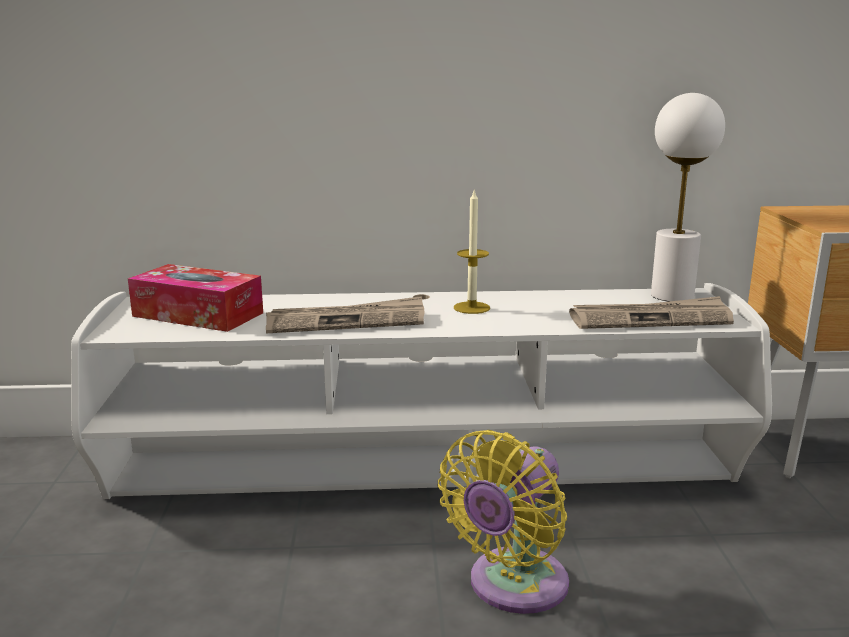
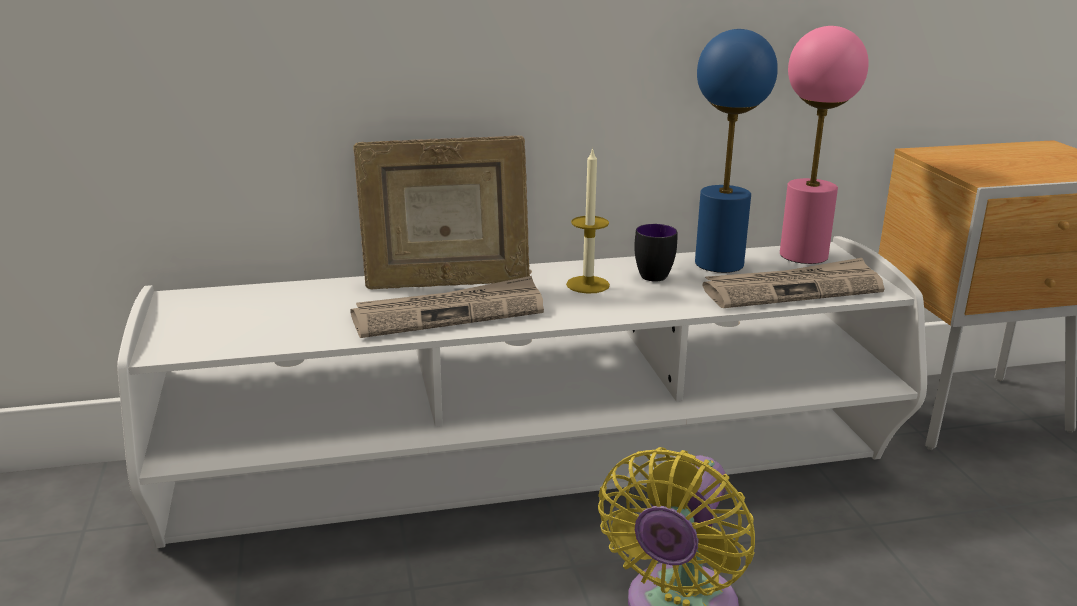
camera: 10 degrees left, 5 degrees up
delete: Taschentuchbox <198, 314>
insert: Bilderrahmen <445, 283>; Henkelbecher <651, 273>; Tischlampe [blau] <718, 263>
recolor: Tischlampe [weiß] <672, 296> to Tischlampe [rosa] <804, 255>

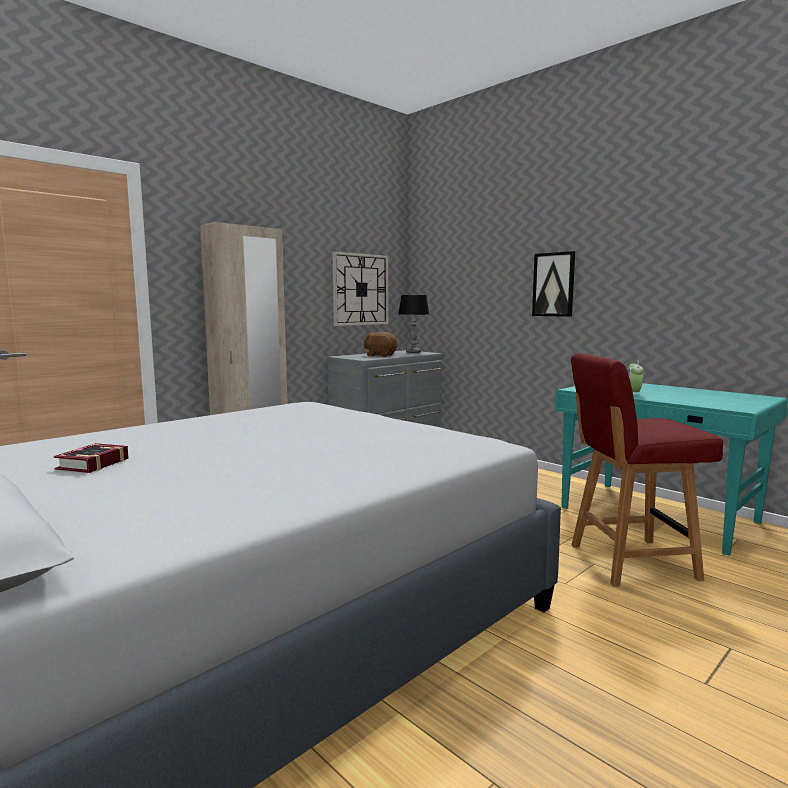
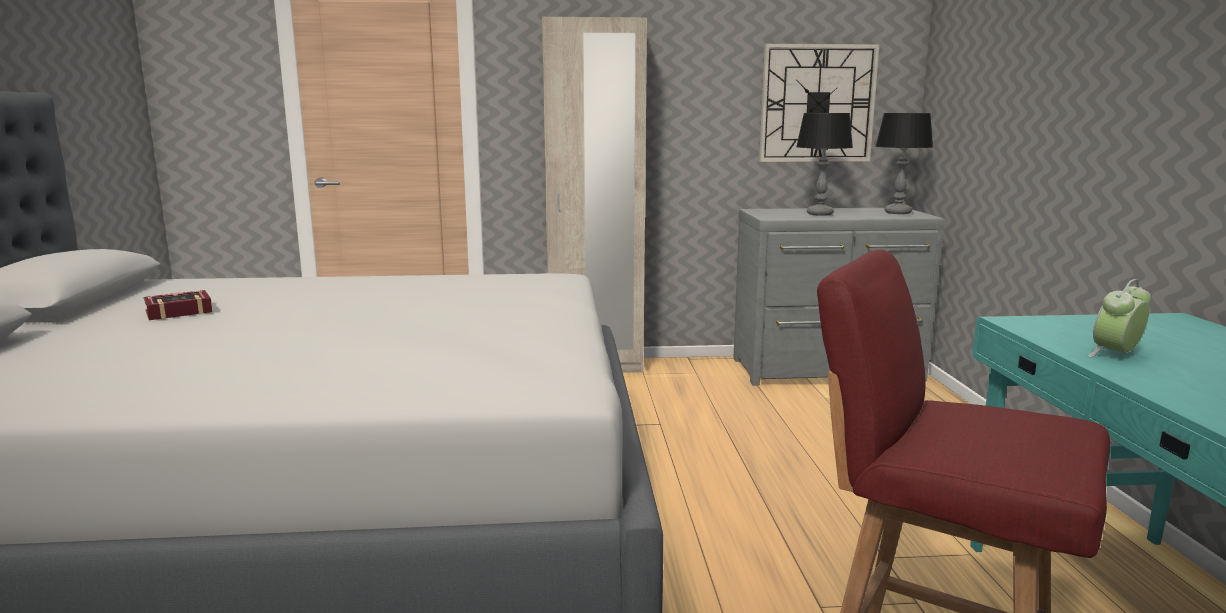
camera: 40 degrees right, 5 degrees up
delete: Bild <553, 284>
replace: Plüschtier [braun] <380, 355> to Tischlampe <819, 214>

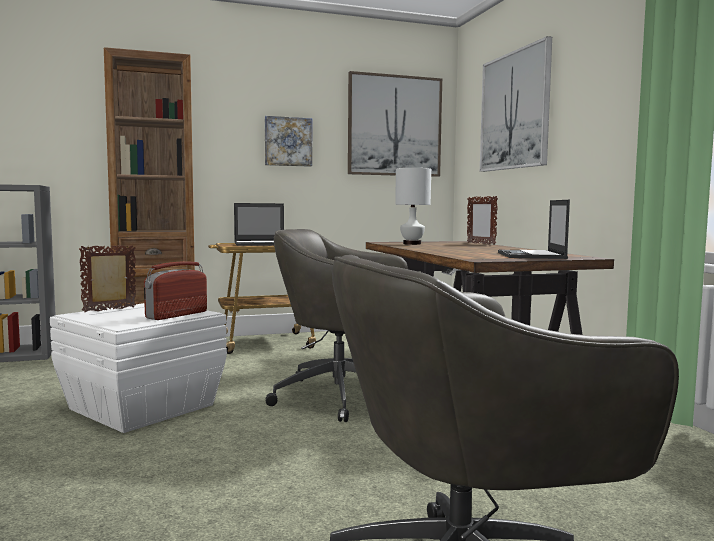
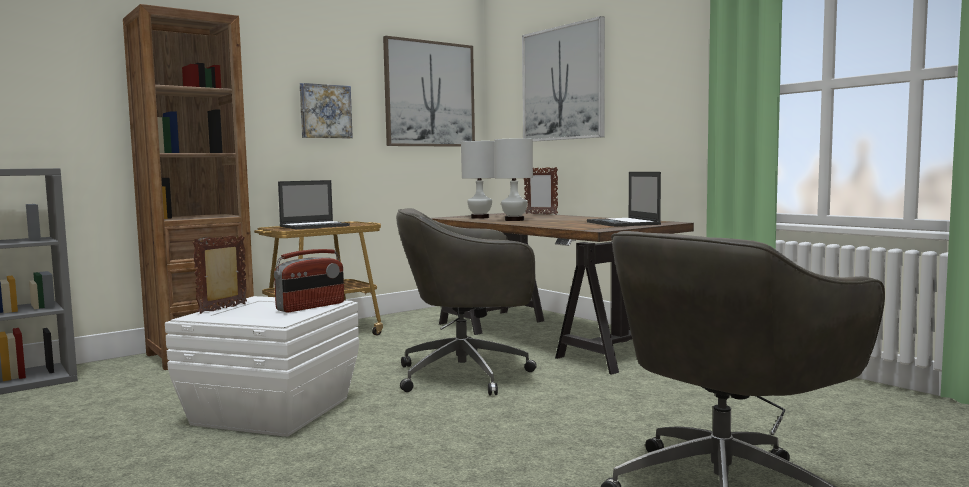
camera: 20 degrees left, 0 degrees up
insert: Tischlampe [weiß] <515, 220>
rotate: Radio <176, 315> = <311, 307> 150 degrees counterclockwise

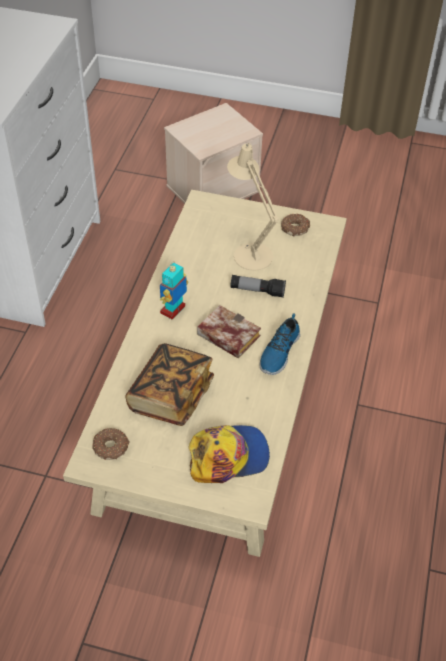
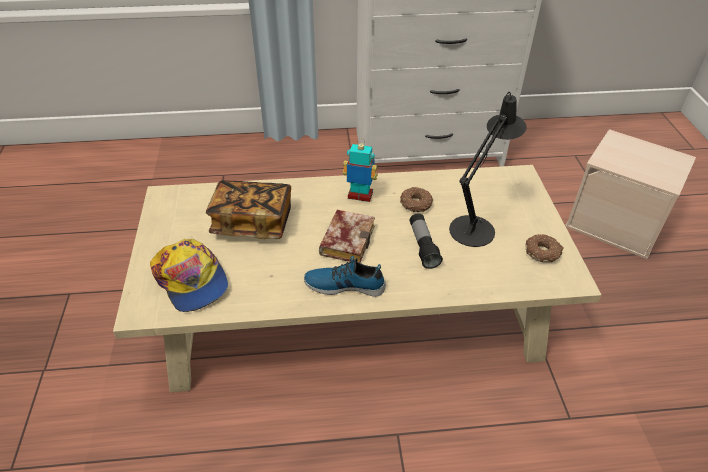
camera: 70 degrees right, 5 degrees down
move: Donut <111, 447> to <416, 204>
recolor: Tischlampe [beige] <250, 252> to Tischlampe [schwarz] <475, 227>

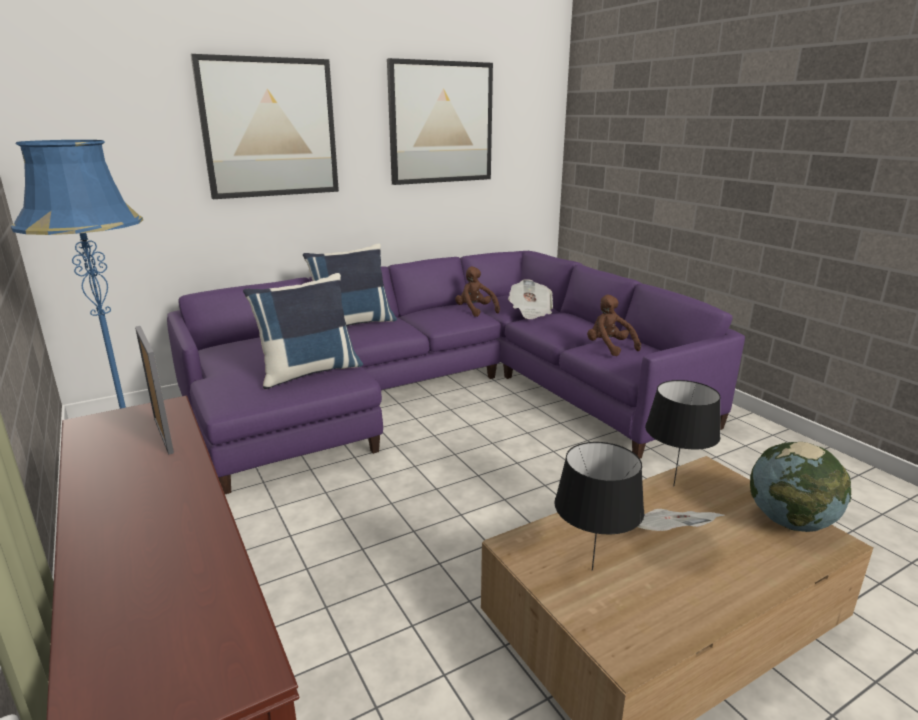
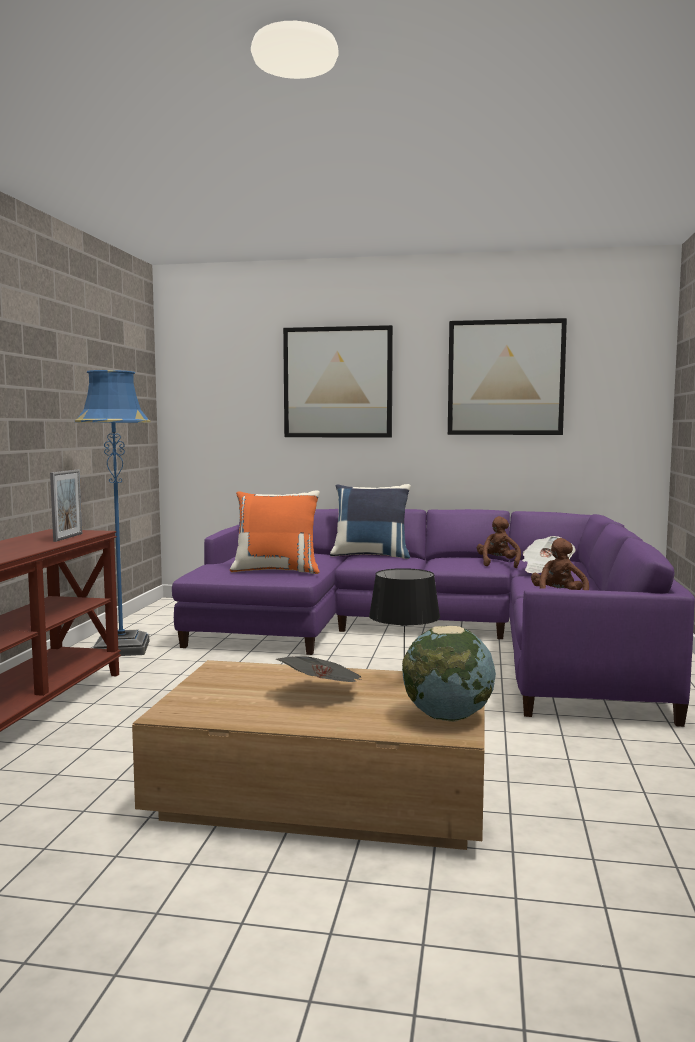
camera: 40 degrees right, 15 degrees down
delete: Tischlampe [schwarz] <592, 570>
recolor: Kissen [blau] <309, 372> to Kissen [orange] <276, 570>

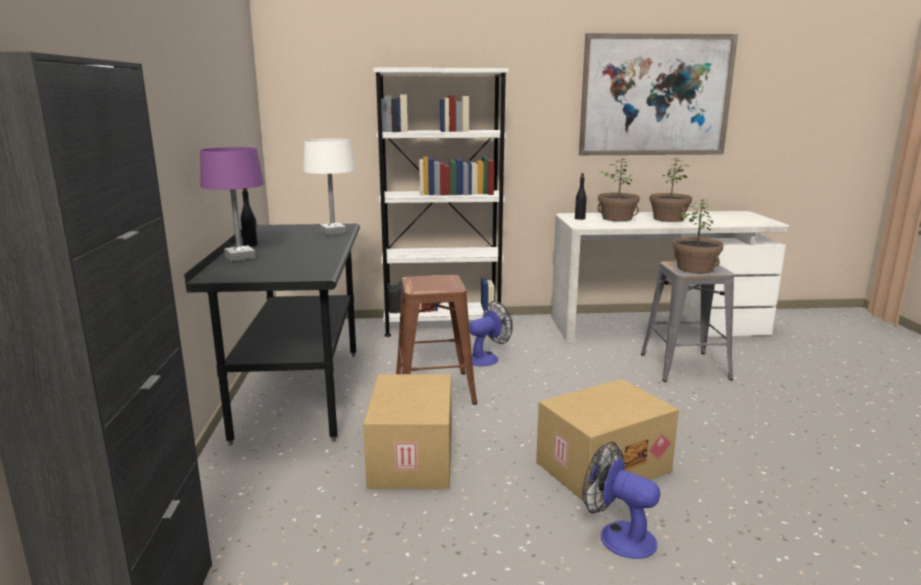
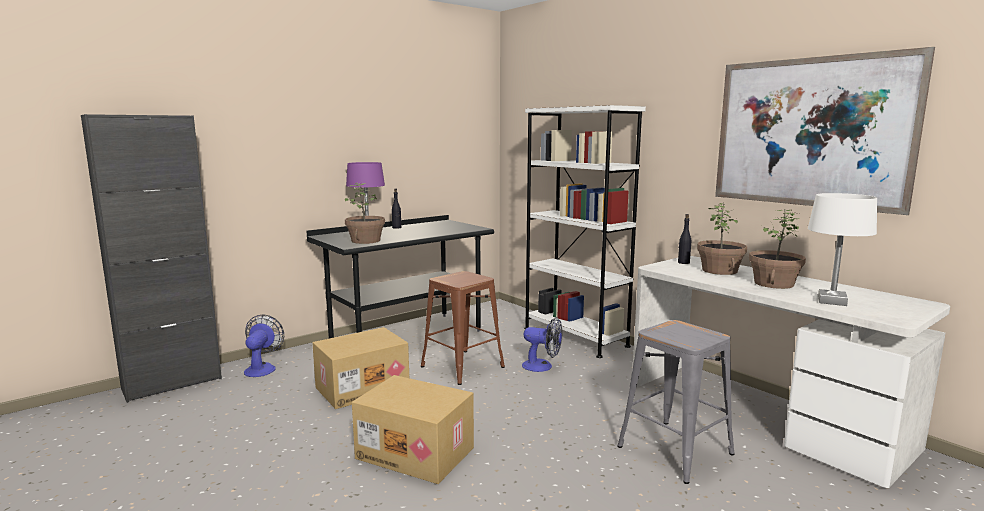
camera: 55 degrees right, 5 degrees down
move: Tischlampe [weiß] <332, 232> to <831, 301>; Ventilator <618, 536> to <262, 368>; Topfpflanze <695, 268> to <366, 241>

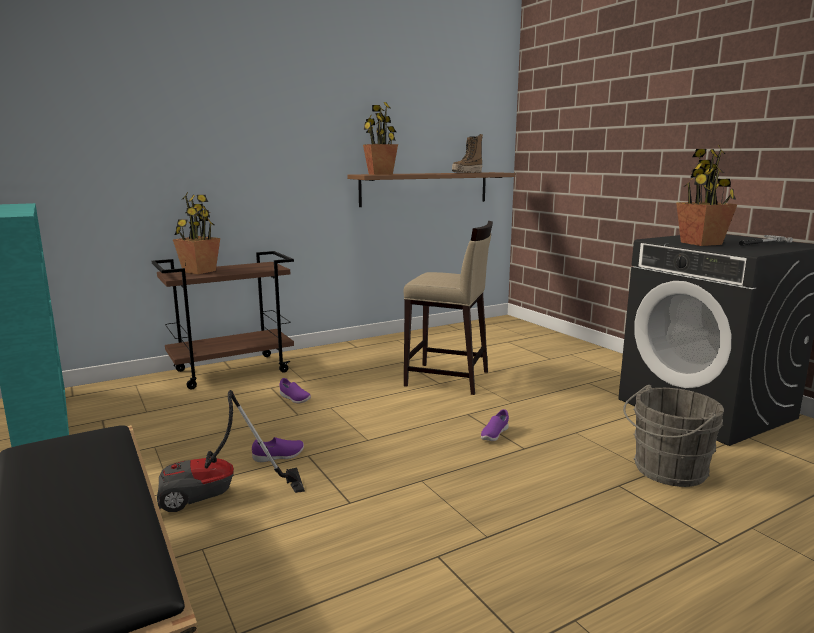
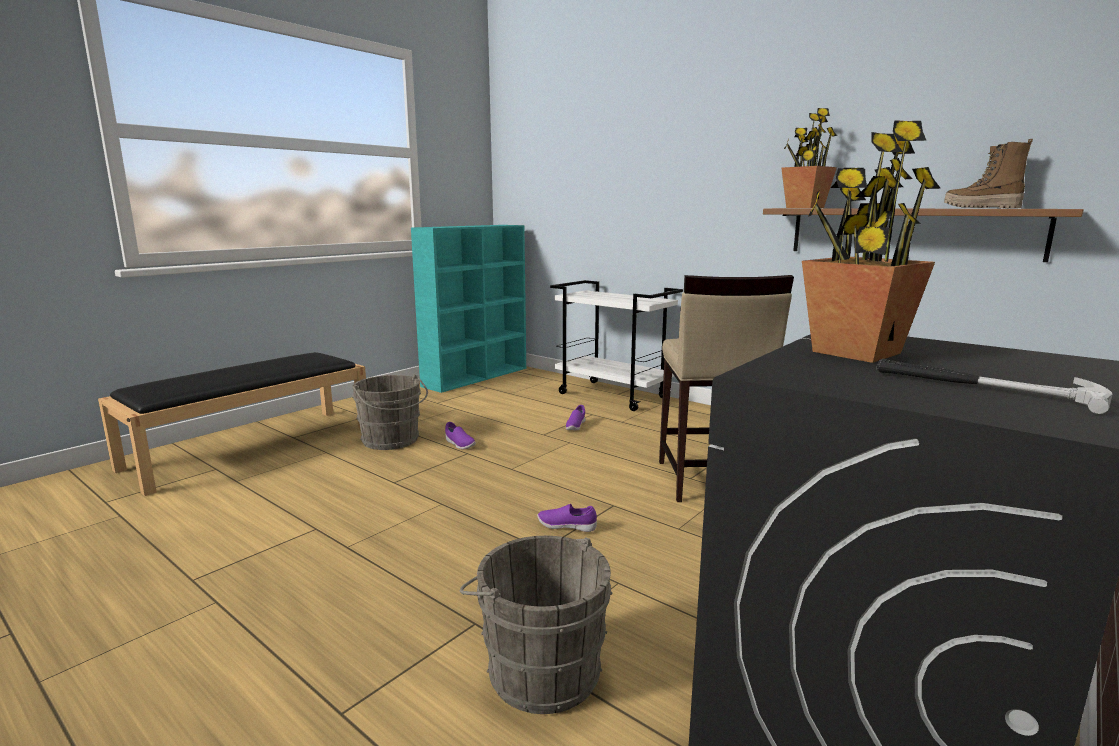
camera: 70 degrees right, 0 degrees up
delete: Topfpflanze <199, 271>
replace: Staubsauger <218, 496> to Eimer [grau] <392, 441>
recolor: Rollwagen [braun] <233, 371> to Rollwagen [weiß] <613, 395>

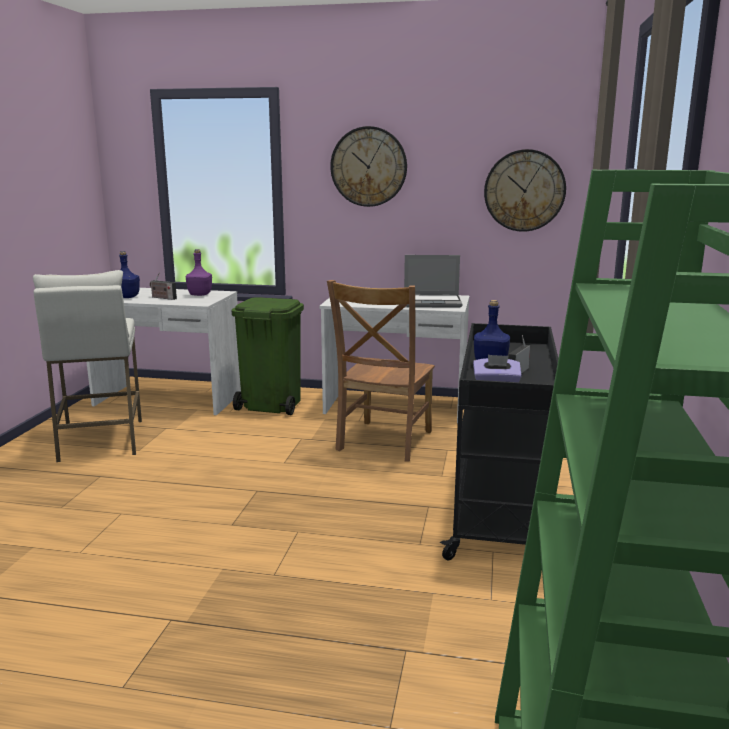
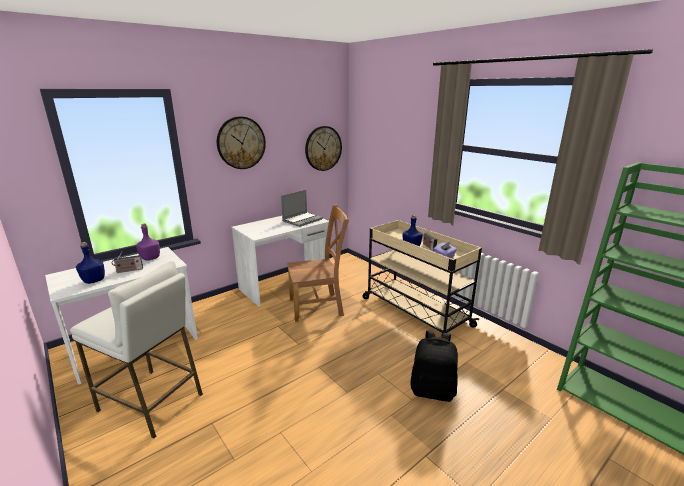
camera: 50 degrees left, 5 degrees up
delete: Mülleimer [grün] <270, 405>
insert: Rucksack [schwarz] <433, 390>
recolor: Rollwagen [schwarz] <501, 506> to Rollwagen [beige] <414, 311>
rotate: Stuhl [braun] <383, 442> = <318, 307> 75 degrees counterclockwise

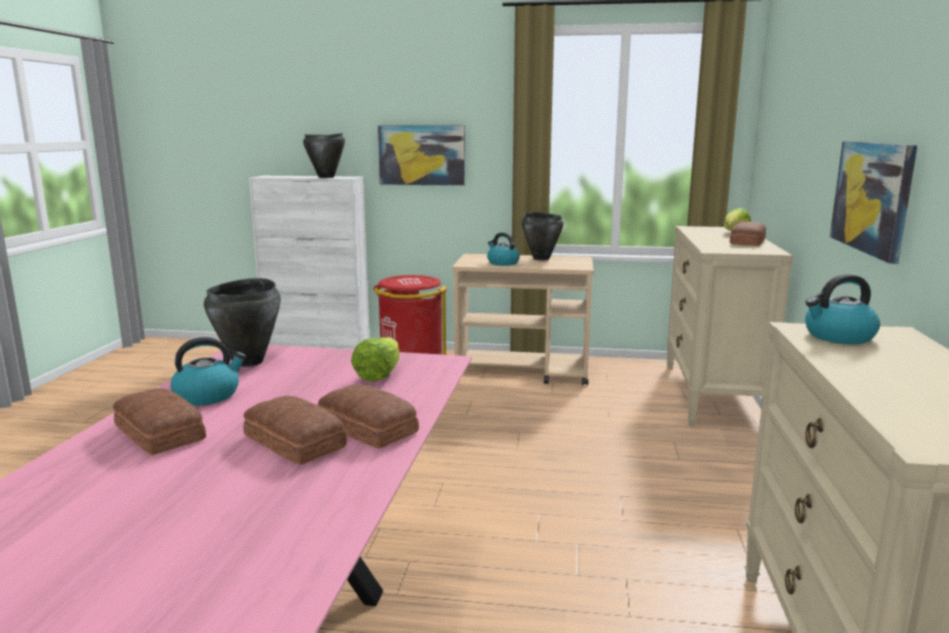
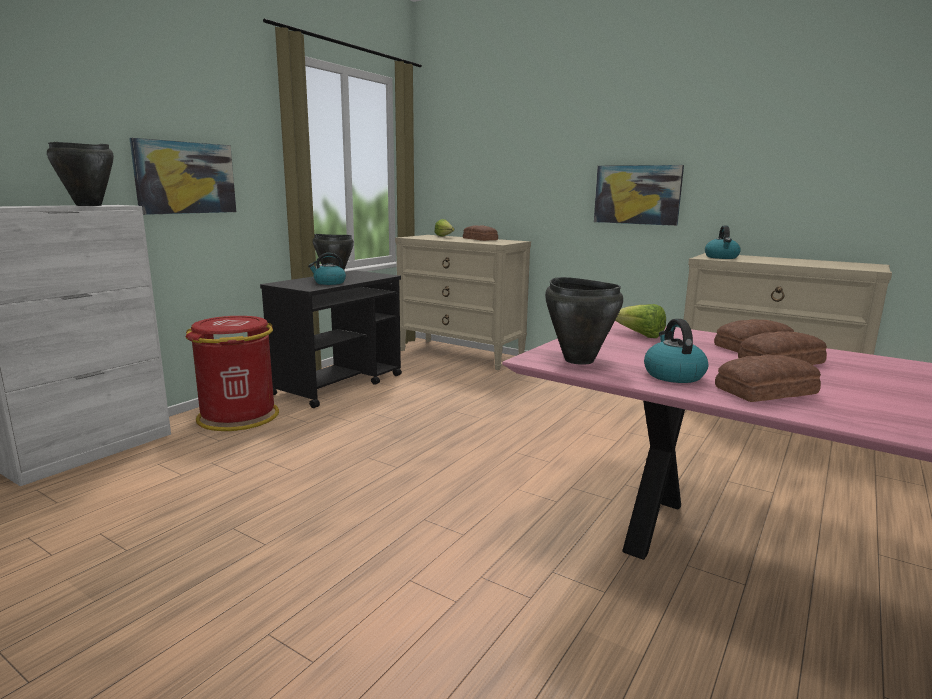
camera: 65 degrees left, 0 degrees up
recolor: Rollwagen [beige] <523, 372> to Rollwagen [schwarz] <339, 384>

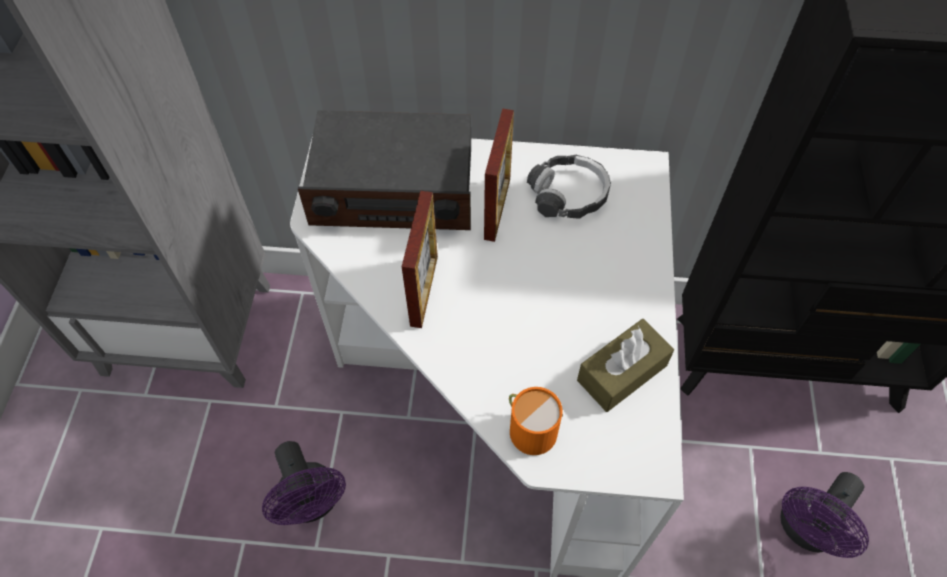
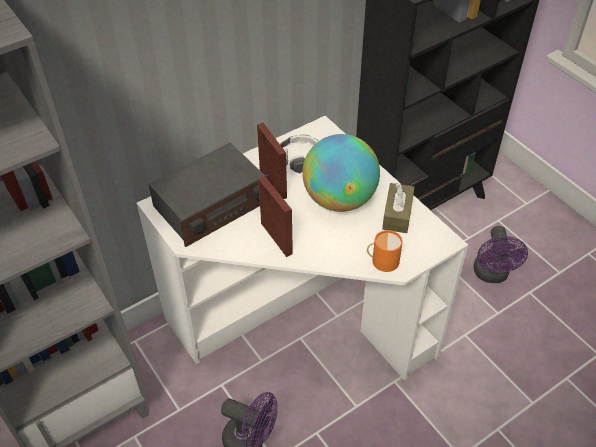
camera: 40 degrees left, 10 degrees down
insert: Globus <339, 199>

